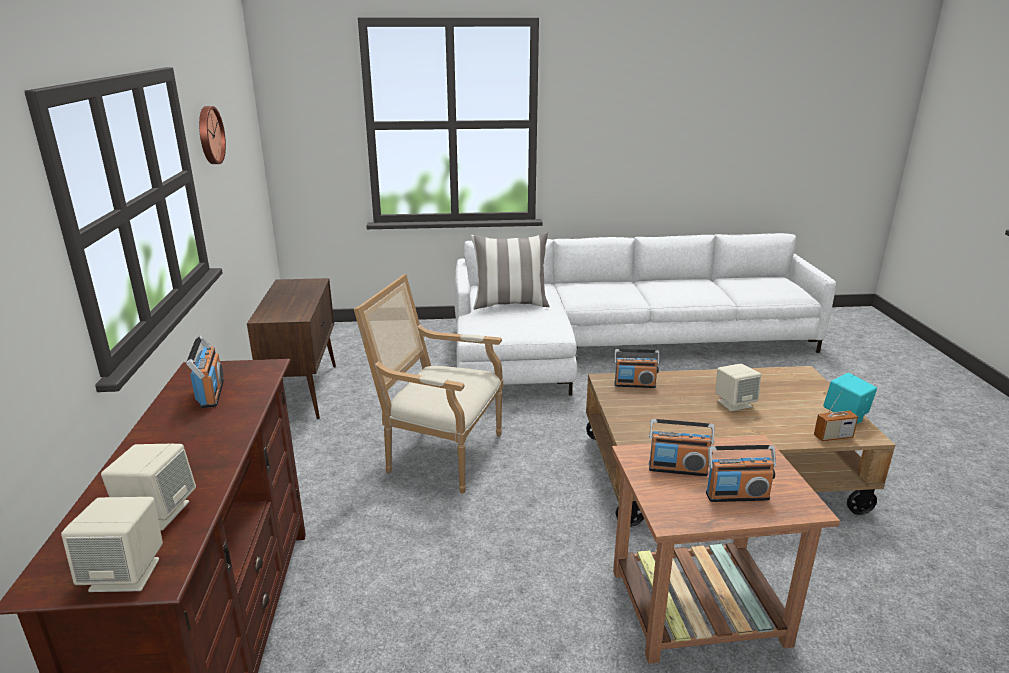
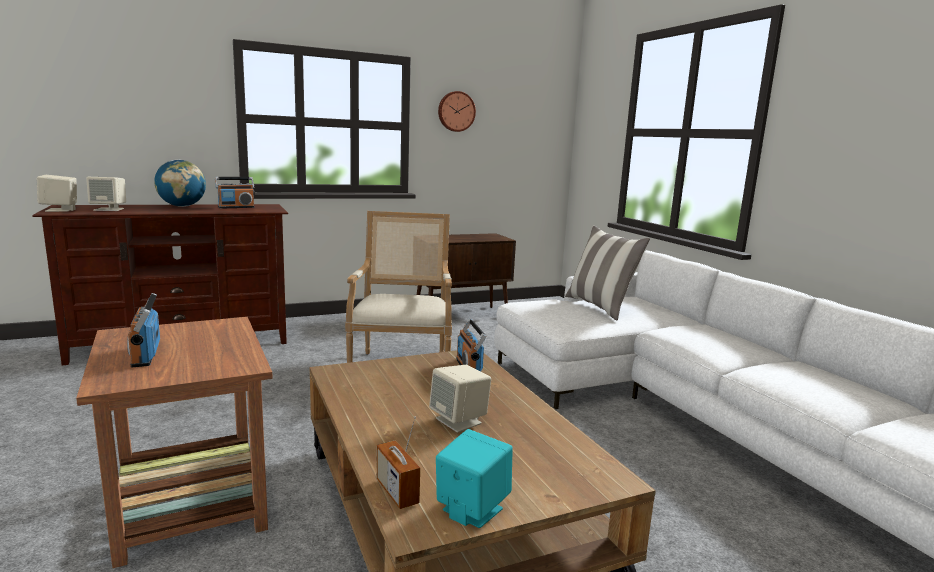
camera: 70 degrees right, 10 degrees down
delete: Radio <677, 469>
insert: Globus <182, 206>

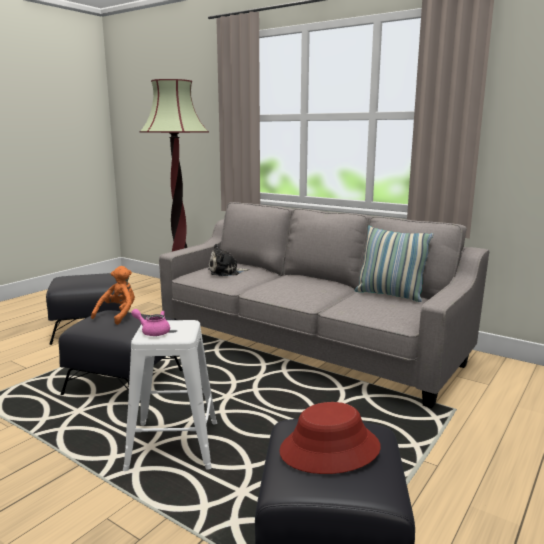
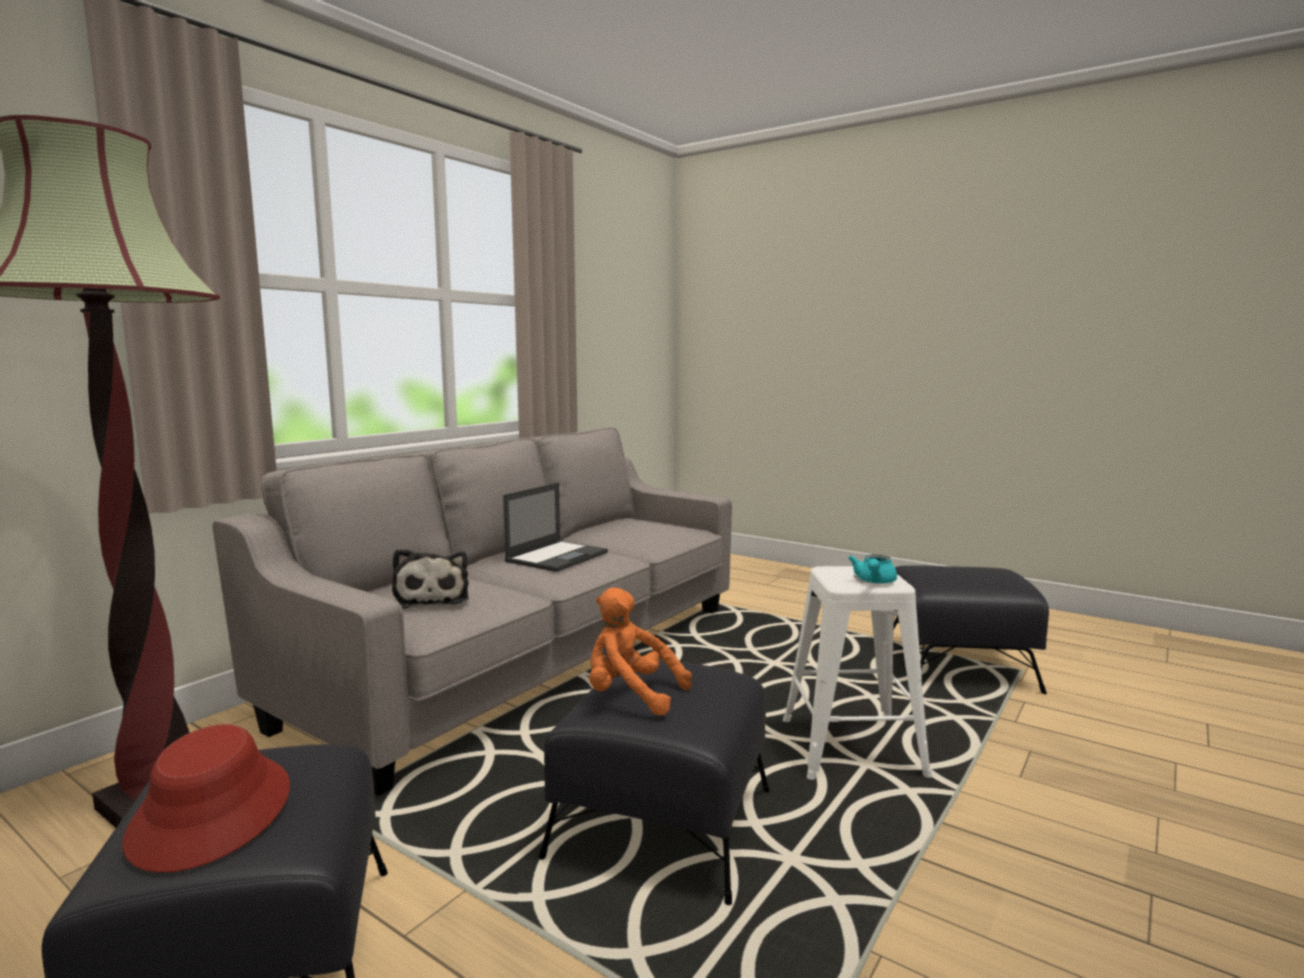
camera: 90 degrees left, 5 degrees down
delete: Kissen <390, 295>
insert: Laptop <557, 556>
move: Hut [rot] <330, 450> to <212, 813>
recolor: Teekanne [rosa] <153, 331> to Teekanne [türkis] <874, 581>

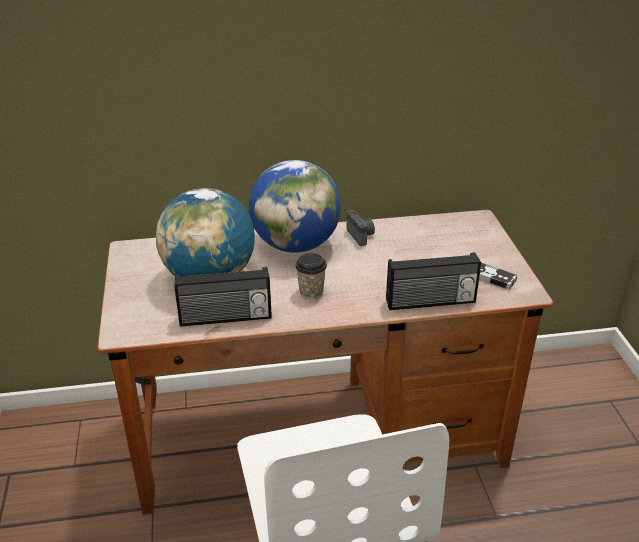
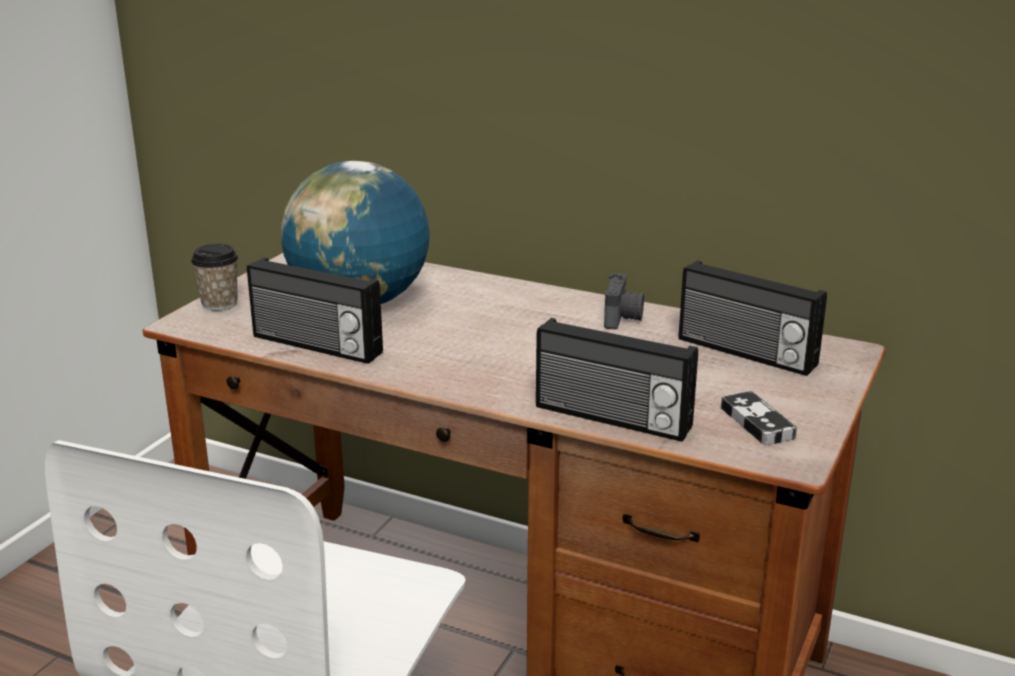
camera: 35 degrees right, 10 degrees down
delete: Globus <295, 245>
insert: Radio <745, 353>
move: Tasse <311, 292> to <219, 304>

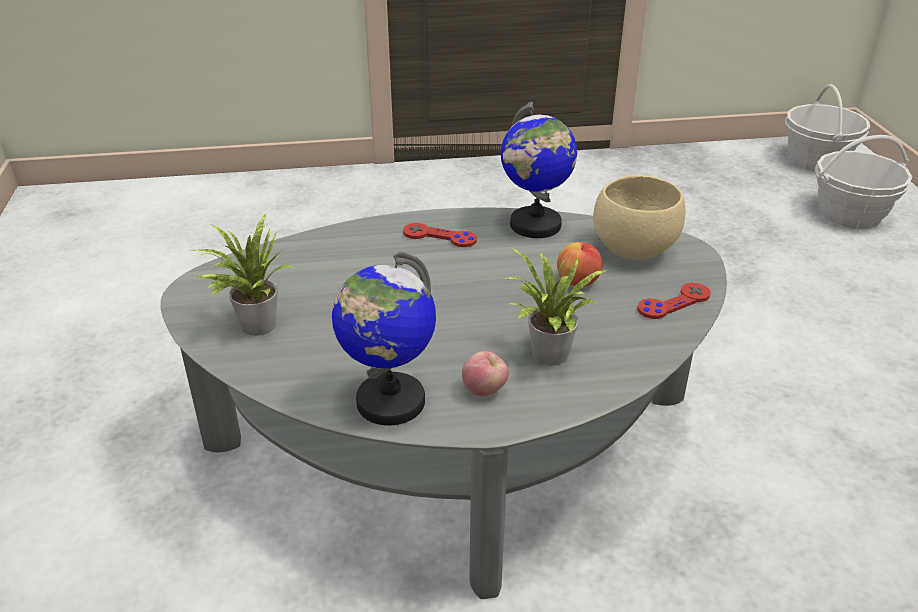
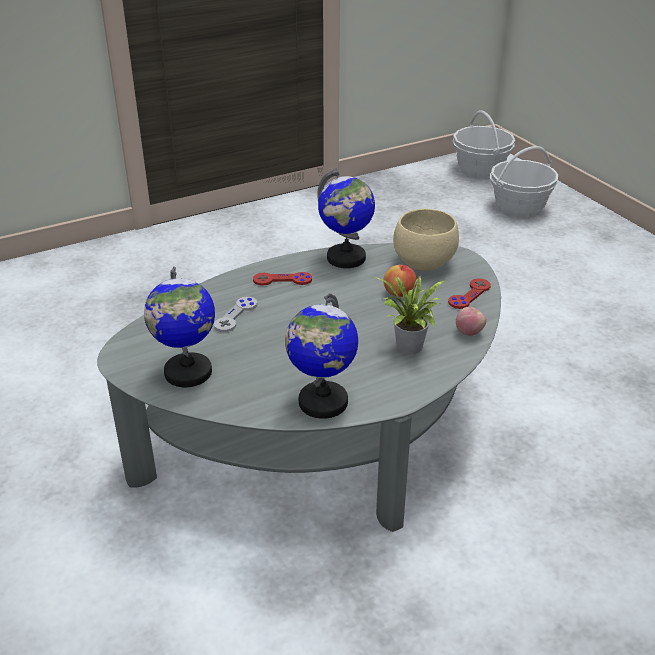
camera: 20 degrees left, 0 degrees up
insert: Gamepad [grau] <236, 315>
move: Apfel <484, 390> to <469, 332>
replace: Topfpflanze <253, 325> to Globus <187, 373>

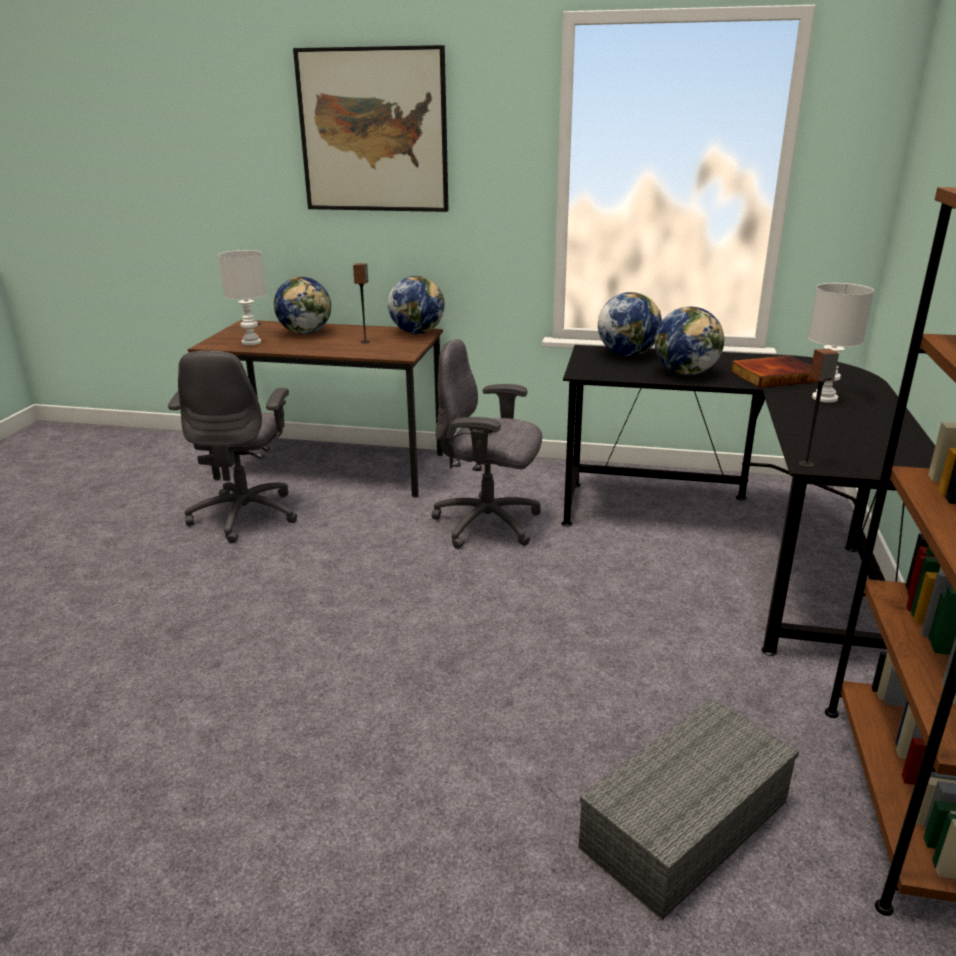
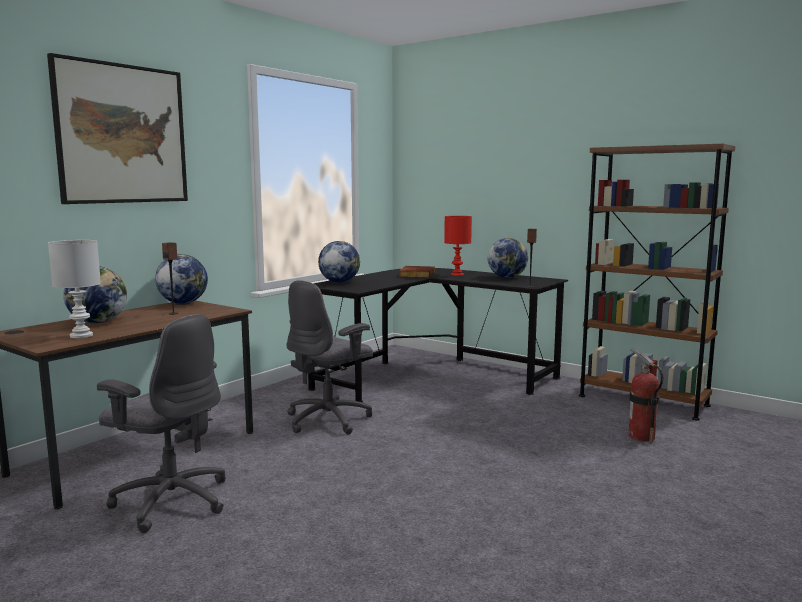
camera: 65 degrees left, 15 degrees down
move: Globus <686, 373> to <507, 277>
replace: Aufbewahrungsbox [grau] <685, 821> to Feuerlöscher <641, 436>
recolor: Tischlampe [weiß] <824, 398> to Tischlampe [rot] <457, 275>

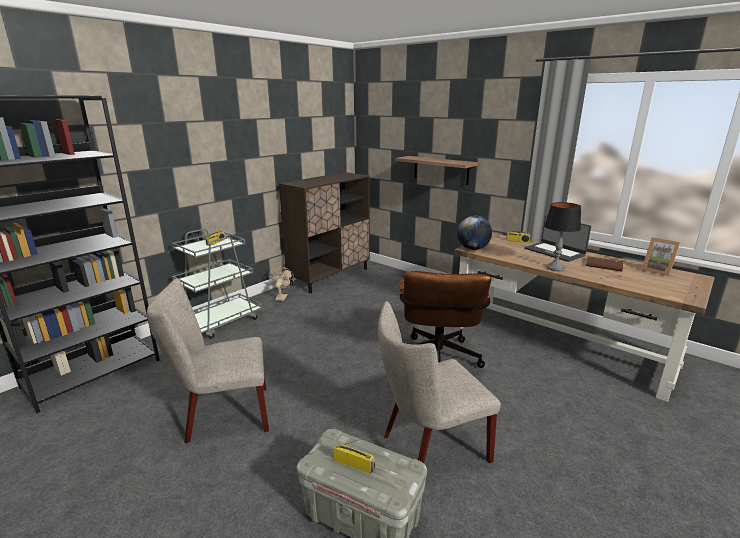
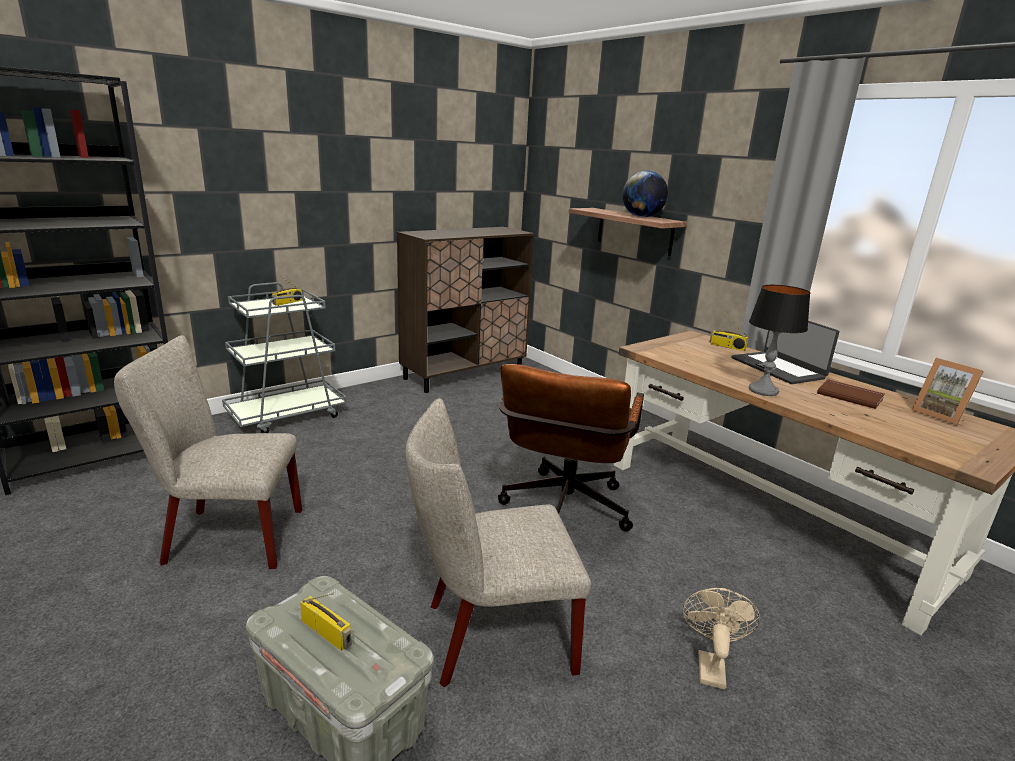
camera: 10 degrees right, 0 degrees up
move: Ventilator [beige] <282, 297> to <710, 665>; Globus <472, 249> to <642, 217>

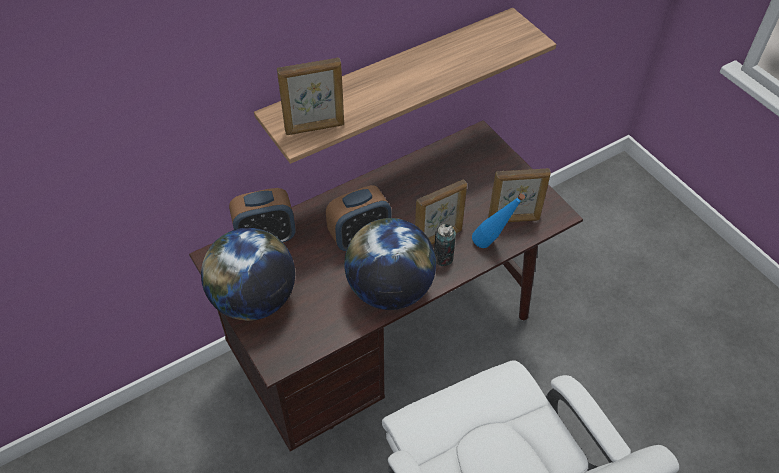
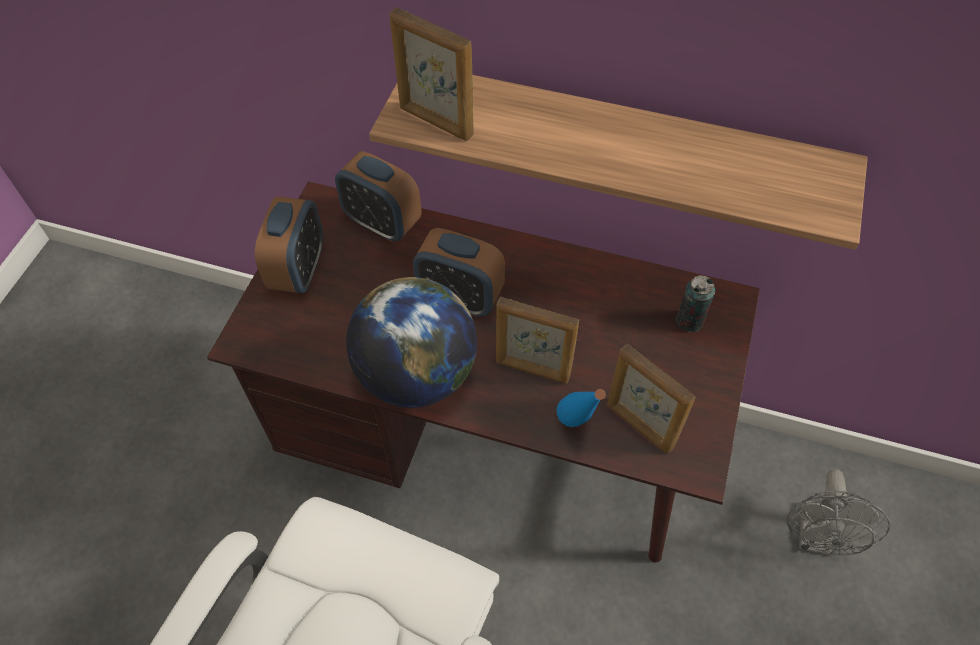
camera: 50 degrees right, 5 degrees up
insert: Ventilator [grau] <815, 538>
move: Dose <443, 258> to <689, 321>
replace: Globus <254, 300> to Wecker <299, 270>

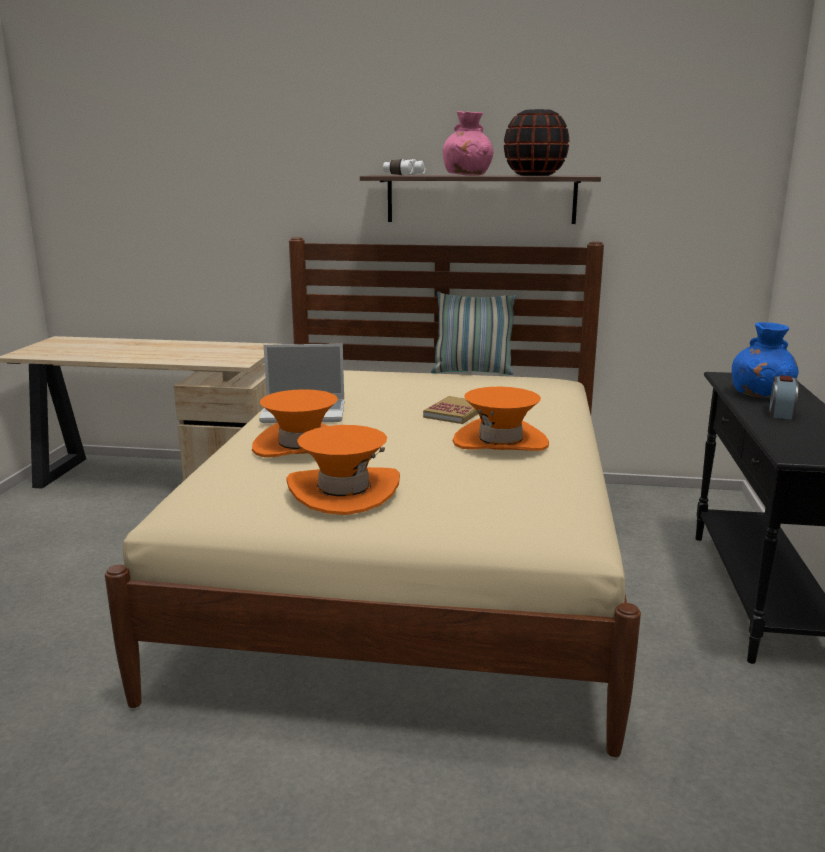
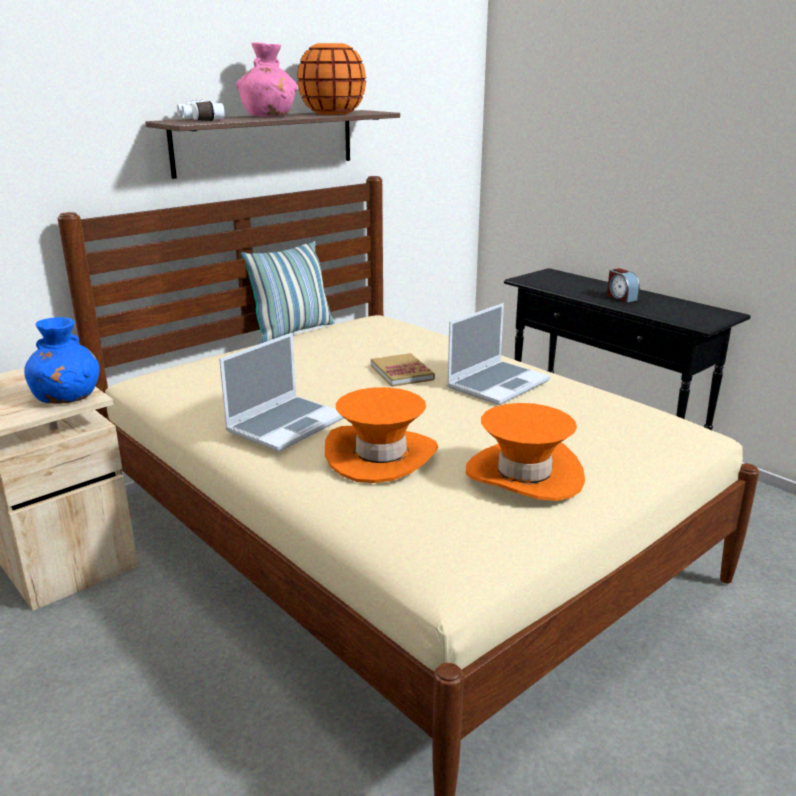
camera: 50 degrees left, 5 degrees up
move: Vase [blau] <761, 395> to <67, 397>
replace: Hut [orange] <500, 442> to Laptop <498, 384>
recolor: Vase [schwarz] <534, 175> to Vase [orange] <332, 113>

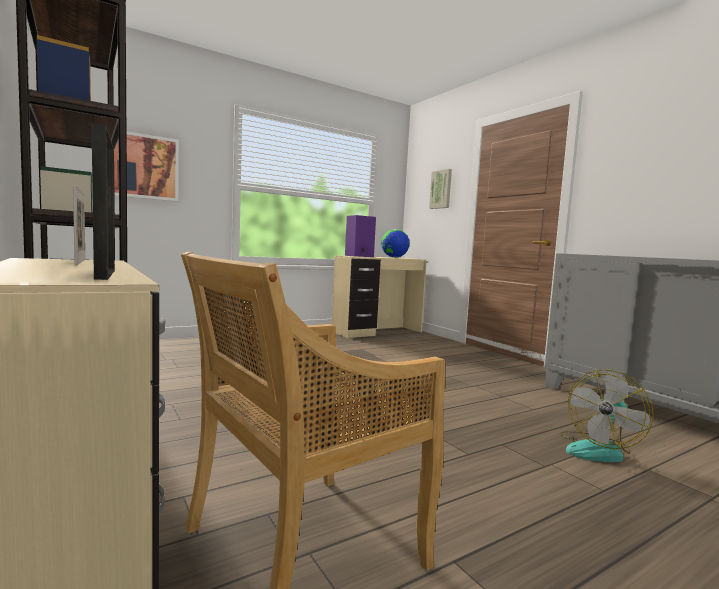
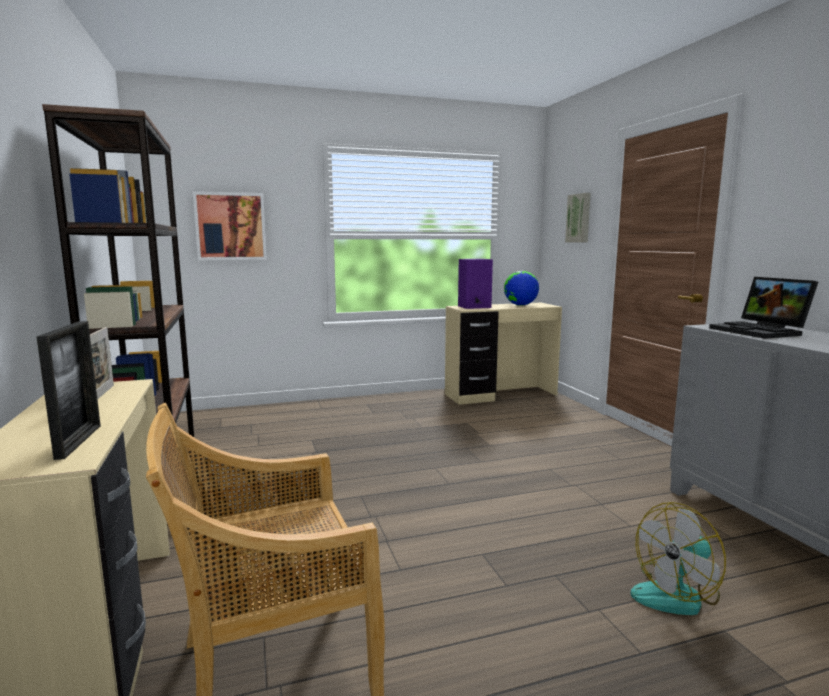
camera: 15 degrees right, 5 degrees up
insert: Laptop <761, 331>

